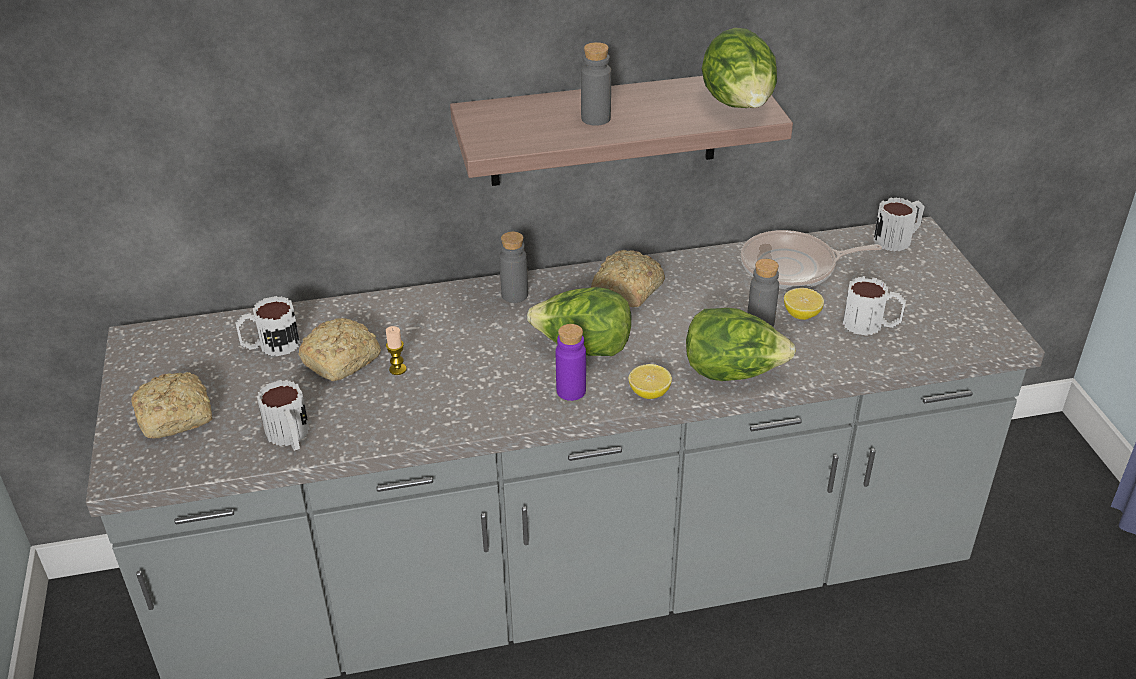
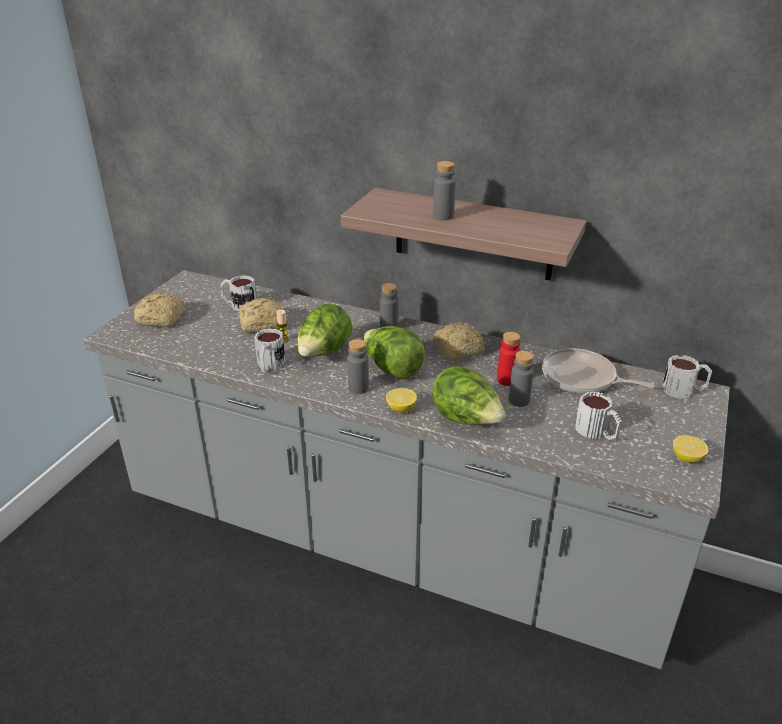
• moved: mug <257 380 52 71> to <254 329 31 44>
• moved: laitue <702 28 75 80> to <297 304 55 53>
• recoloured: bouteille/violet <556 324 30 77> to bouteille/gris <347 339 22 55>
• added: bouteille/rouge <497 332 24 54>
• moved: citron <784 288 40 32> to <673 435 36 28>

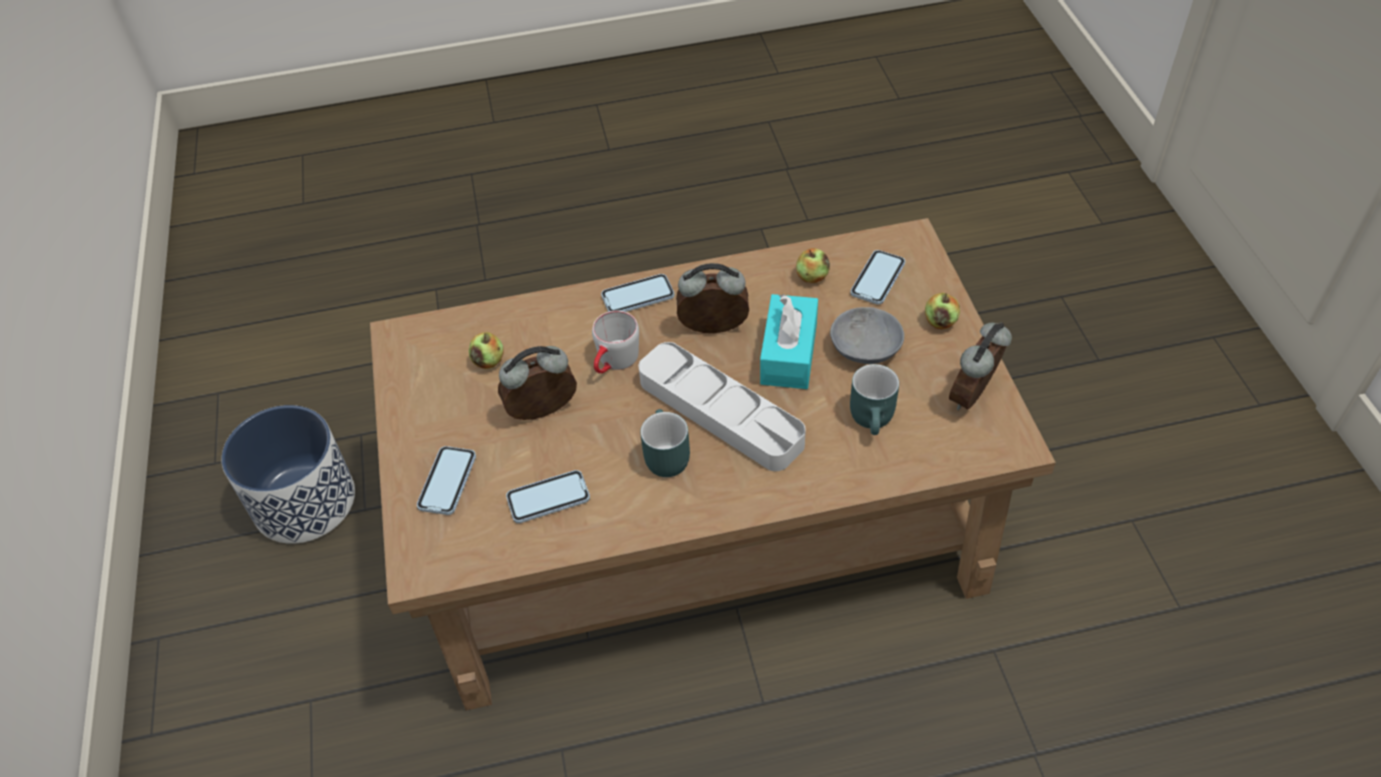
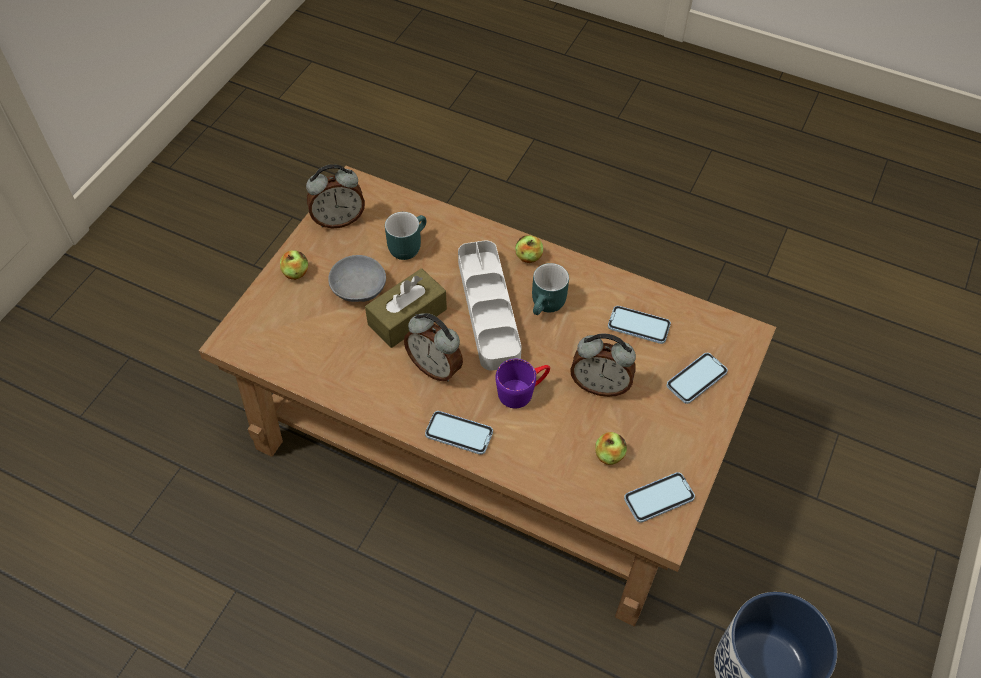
• recoloured: boîte à mouchoirs/turquoise <760 294 58 95> to boîte à mouchoirs/marron <365 268 82 80>
• recoloured: mug/gris <592 311 47 63> to mug/violet <495 359 55 49>
• moved: pomme <796 248 34 35> to <515 235 28 28>
• moved: téléphone <850 250 55 54> to <624 472 71 51>

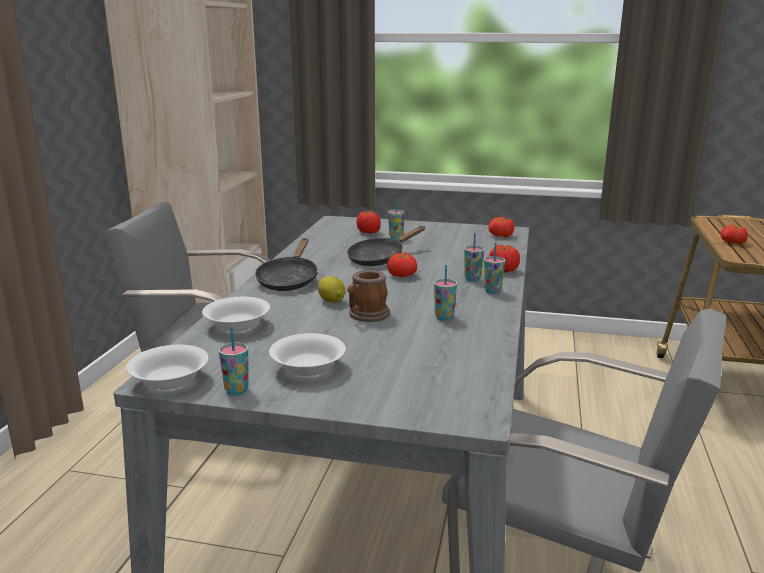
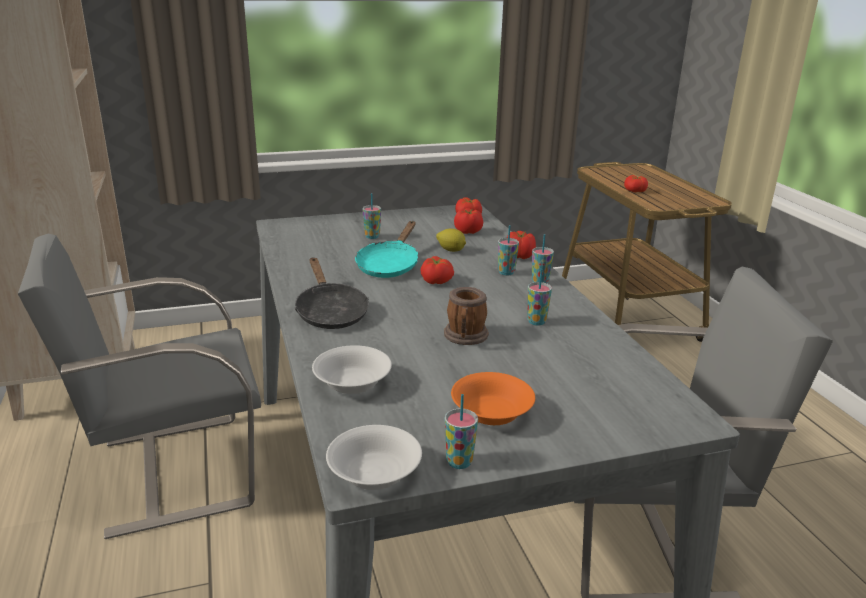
• recoloured: poêle/noir <347 226 78 40> to poêle/turquoise <355 221 63 57>
• moved: citron <318 276 27 27> to <436 229 30 23>
• recoloured: bol/blanc <269 333 77 44> to bol/orange <451 372 84 53>
• moved: tomate <356 211 25 23> to <454 208 29 26>

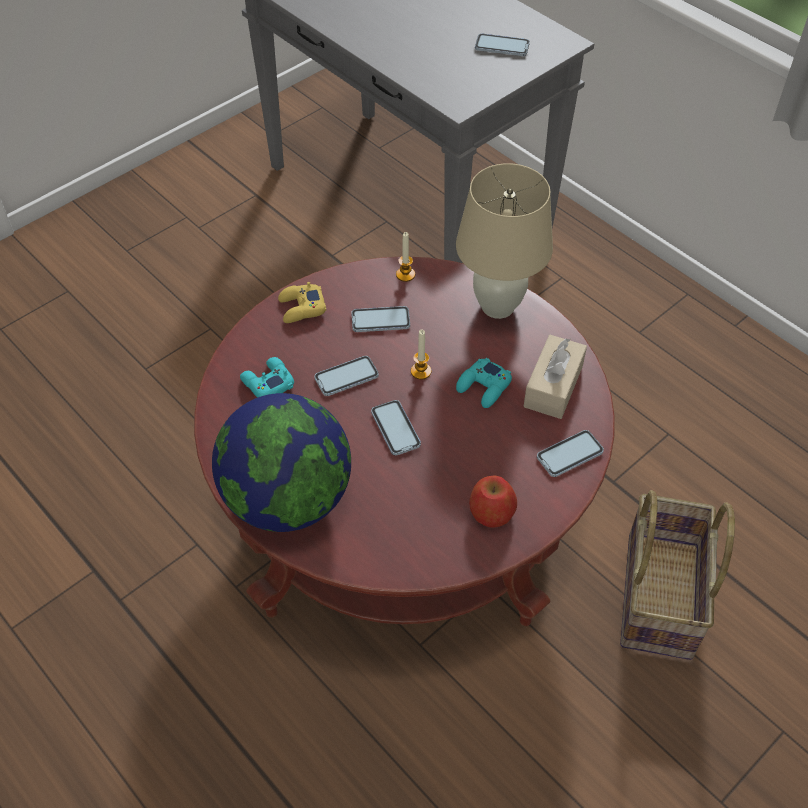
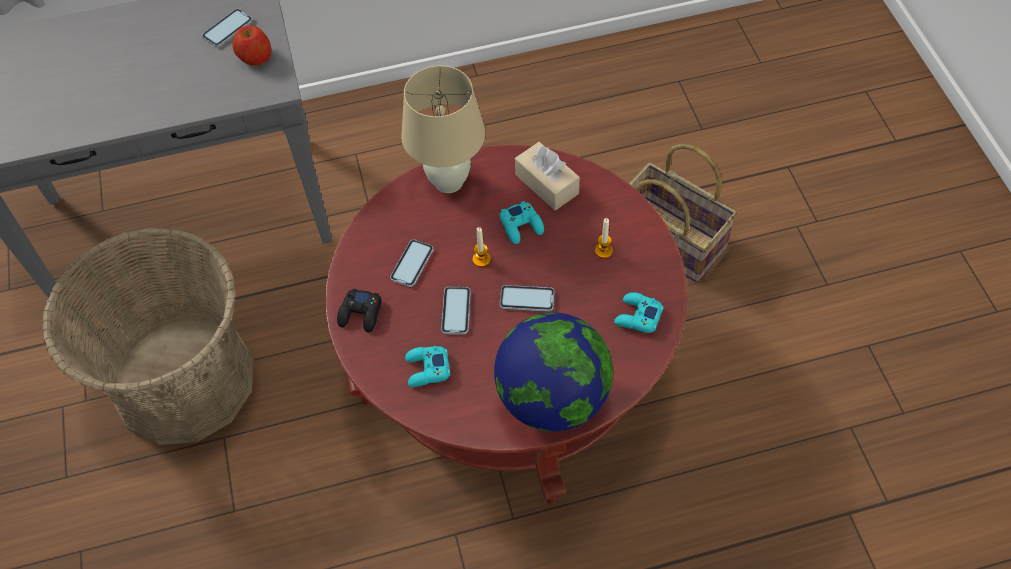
• added: panier <42 227 212 218>
• moved: pomme <469 475 48 53> to <232 25 40 41>
• recoloured: manette/jaune <278 282 48 41> to manette/noir <337 288 44 45>
• moved: bougie <396 232 19 50> to <595 218 18 40>
• added: manette/turquoise <614 292 50 41>
• removed: téléphone <537 430 67 47>

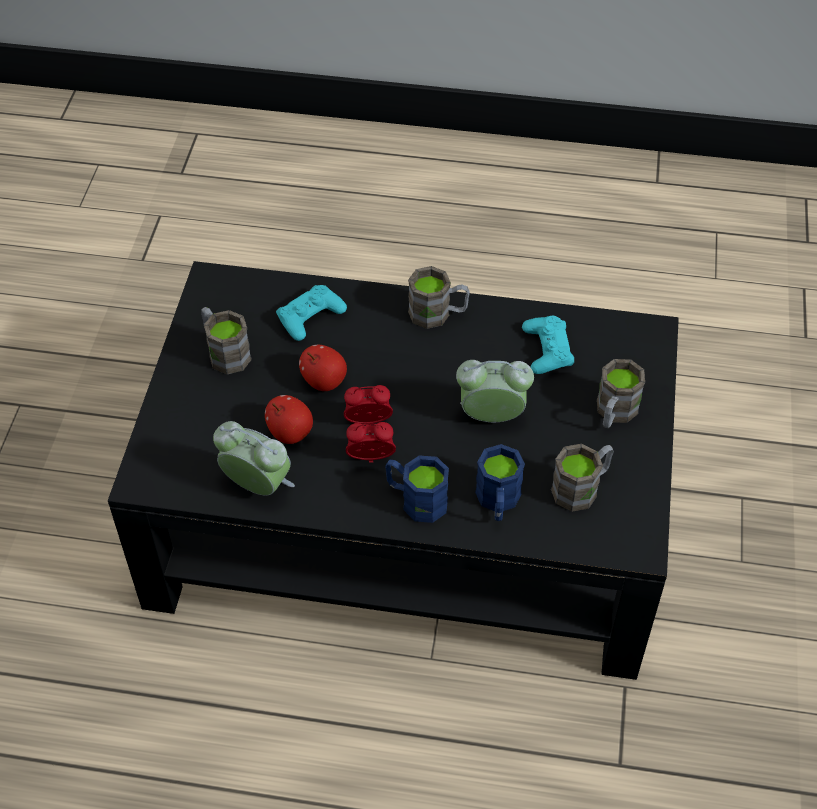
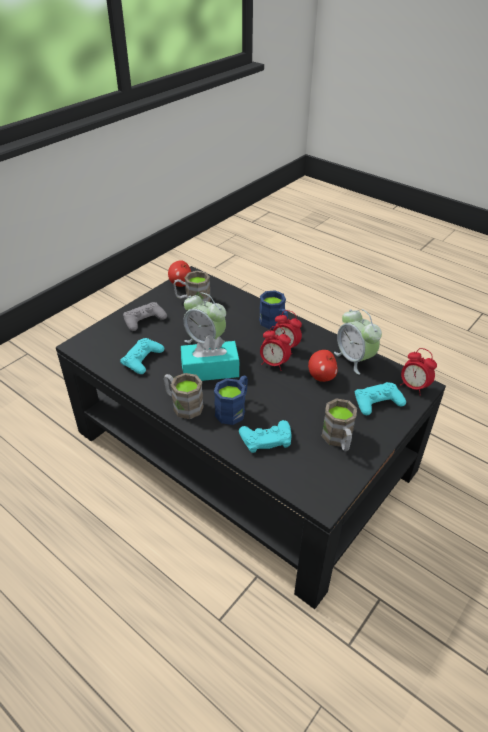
• replaced: mug/marron <597 359 48 69> to manette/gris <123 302 44 29>
• moved: pomme <299 345 48 46> to <168 260 23 27>
• added: boîte à mouchoirs/turquoise <181 335 59 46>
• moved: mug/bleu <475 444 50 77> to <214 376 34 49>
• added: manette/turquoise <355 382 51 33>
• added: réveil <400 348 37 48>

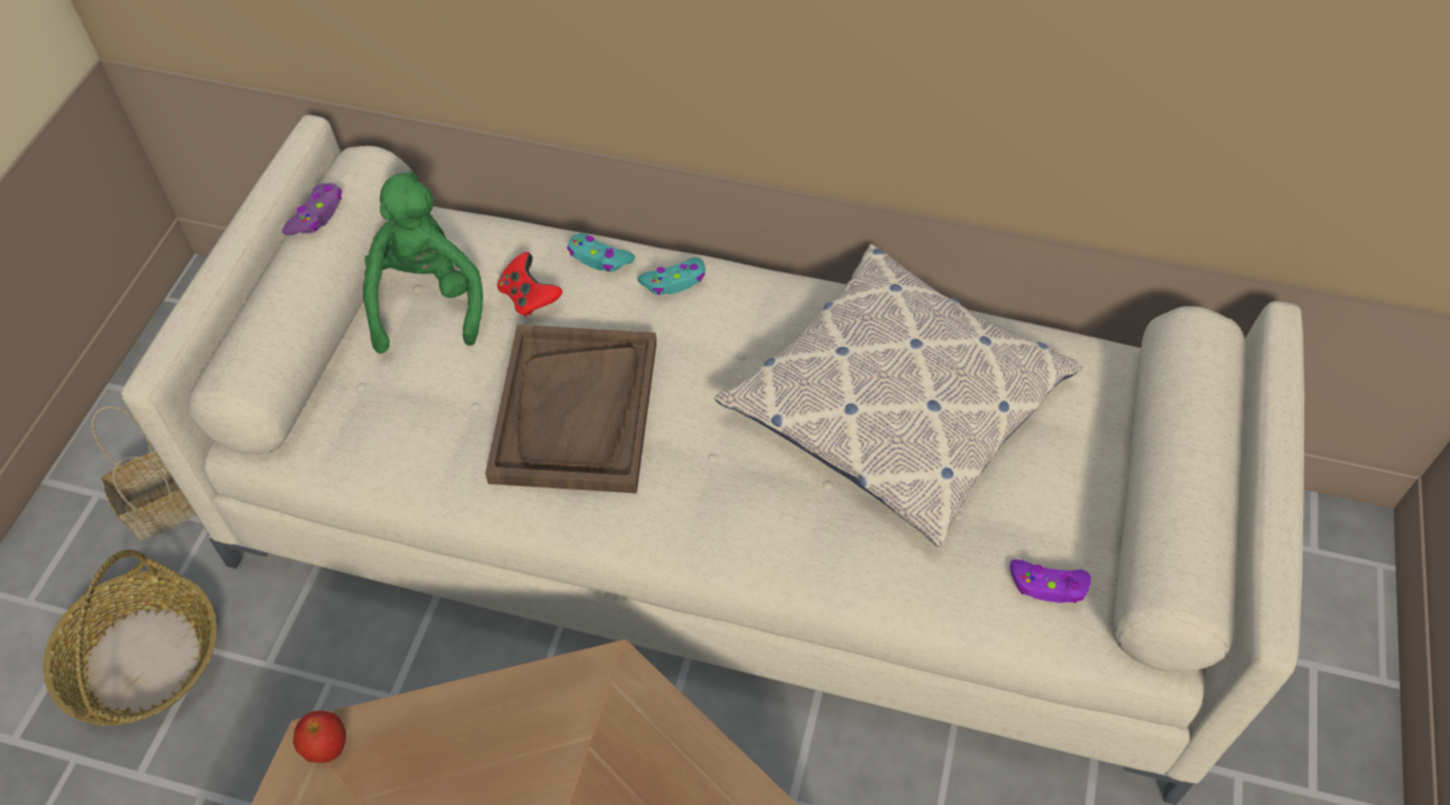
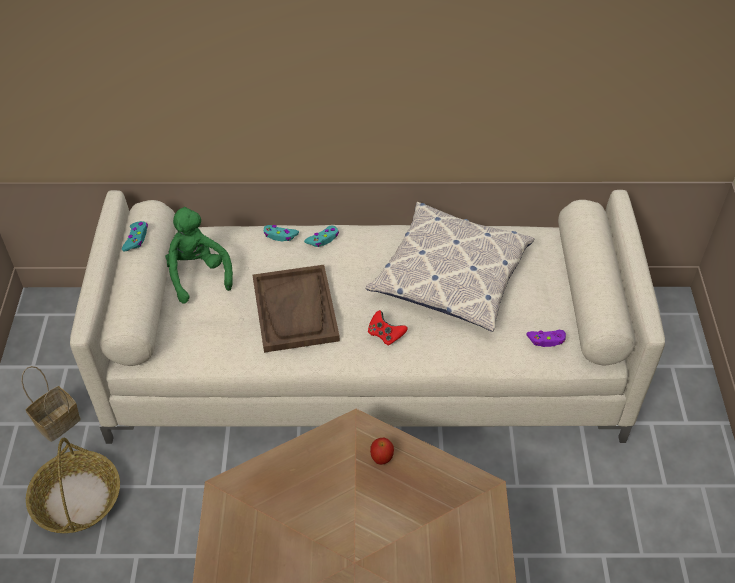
• recoloured: manette/violet <282 183 60 52> to manette/turquoise <122 221 26 30>
• moved: manette/rouge <497 252 66 65> to <368 310 40 36>
• moved: pomme <293 710 53 53> to <370 438 24 27>

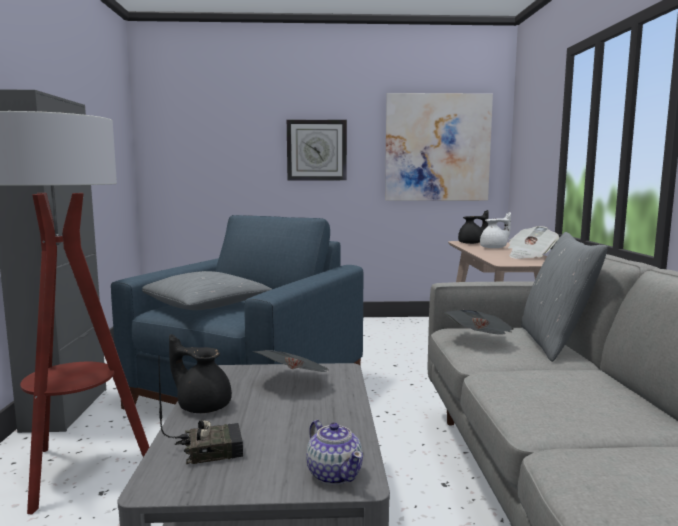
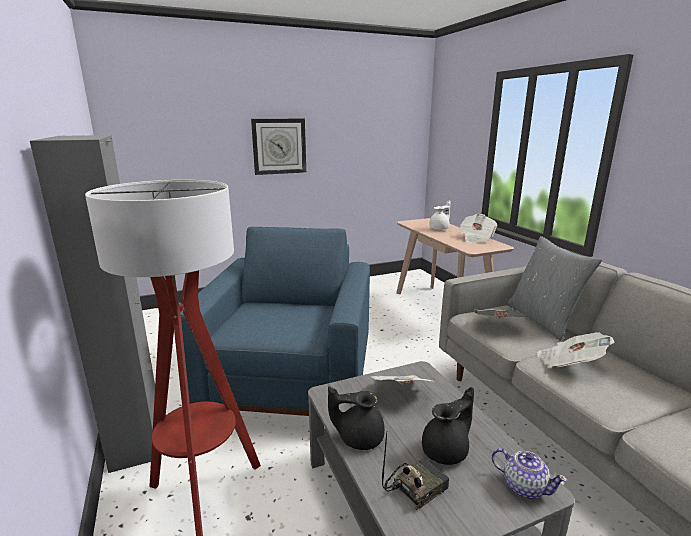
• moved: théière/noir <458 210 31 34> to <422 387 52 78>
• added: journal <537 332 77 36>
• removed: coussin/gris <142 271 130 39>
• removed: tableau <385 93 108 108>

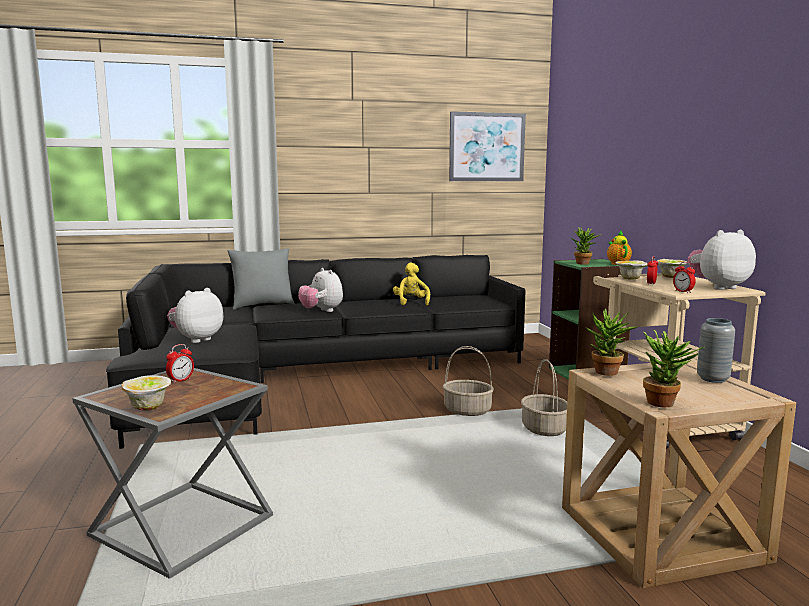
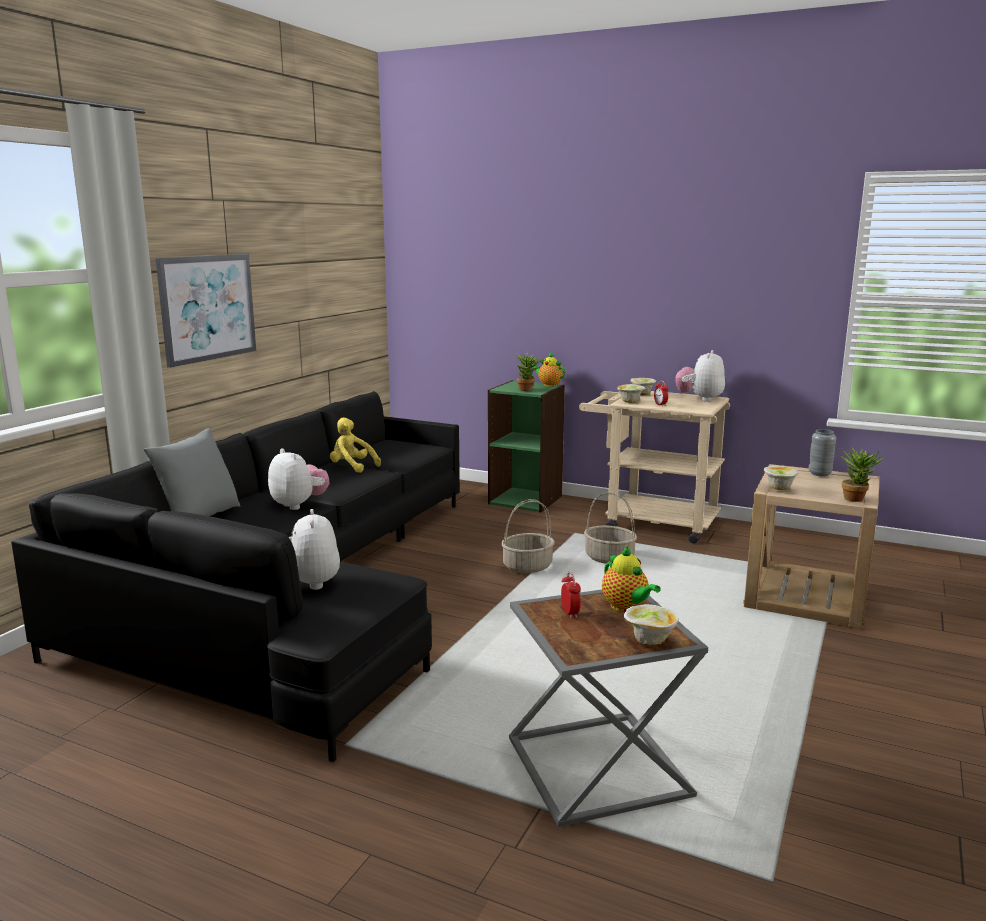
• moved: tableau <449 111 77 70> to <155 254 101 114>
• turned: peluche <298 268 45 44> = <268 448 61 62> 135 degrees counterclockwise
• added: théière <602 546 59 66>
• replaced: plante en pot <586 308 52 68> to bol <764 466 34 24>
• removed: réveil <673 262 23 31>

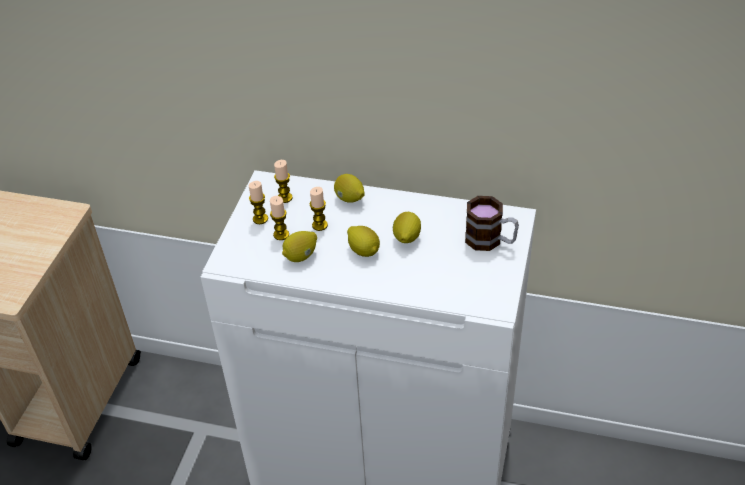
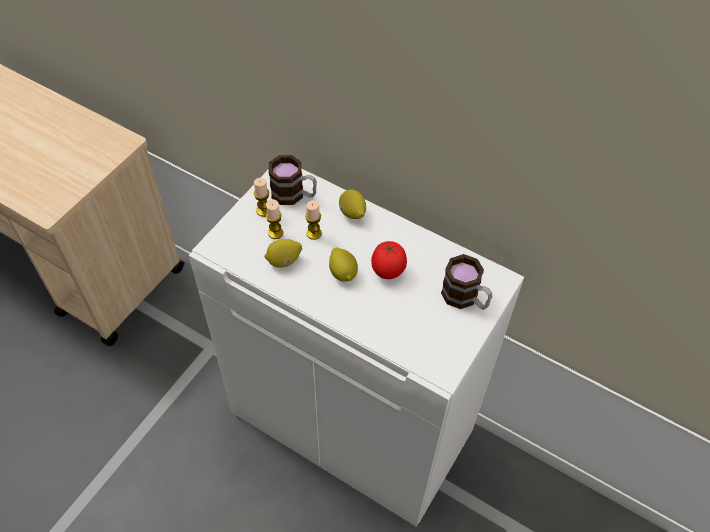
• replaced: bougie <274 160 19 43> to mug <268 155 49 50>
• replaced: citron <393 212 28 31> to tomate <371 241 36 38>

